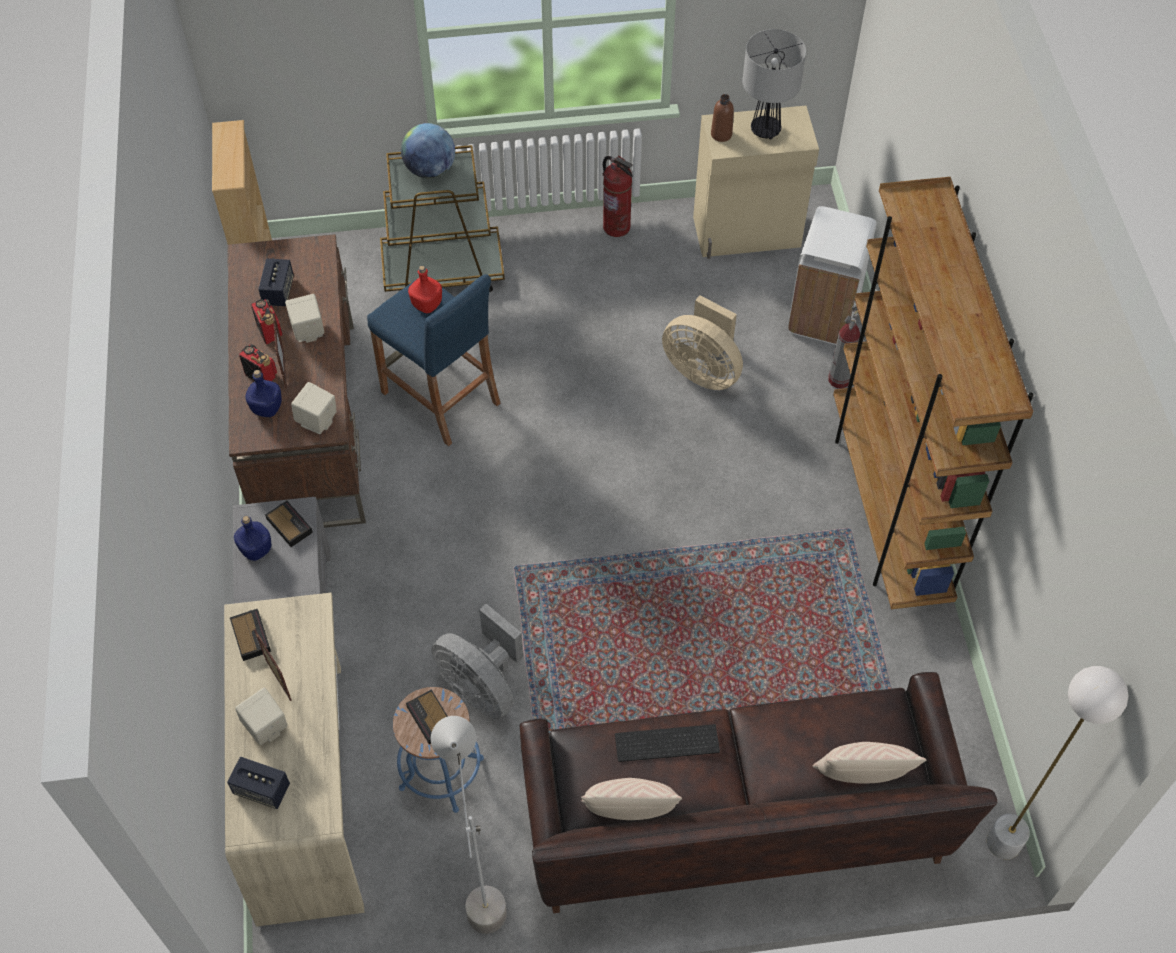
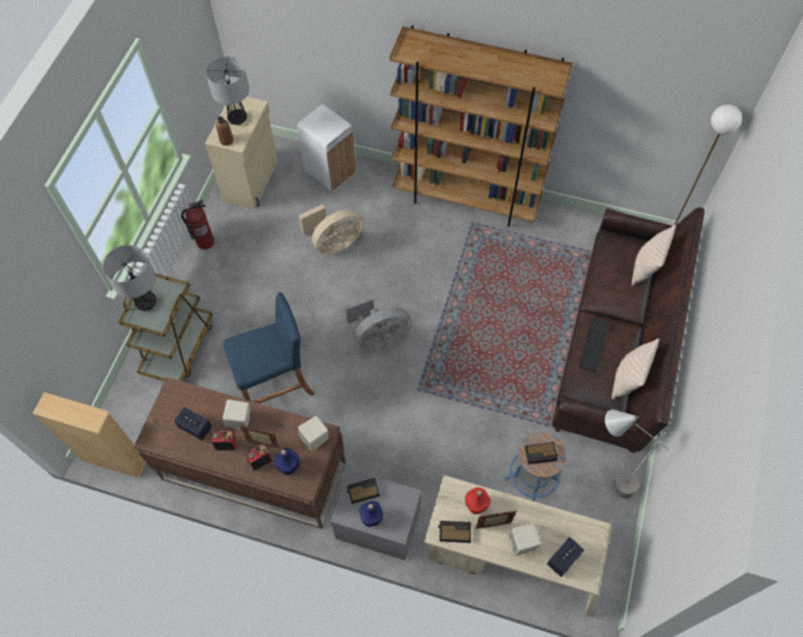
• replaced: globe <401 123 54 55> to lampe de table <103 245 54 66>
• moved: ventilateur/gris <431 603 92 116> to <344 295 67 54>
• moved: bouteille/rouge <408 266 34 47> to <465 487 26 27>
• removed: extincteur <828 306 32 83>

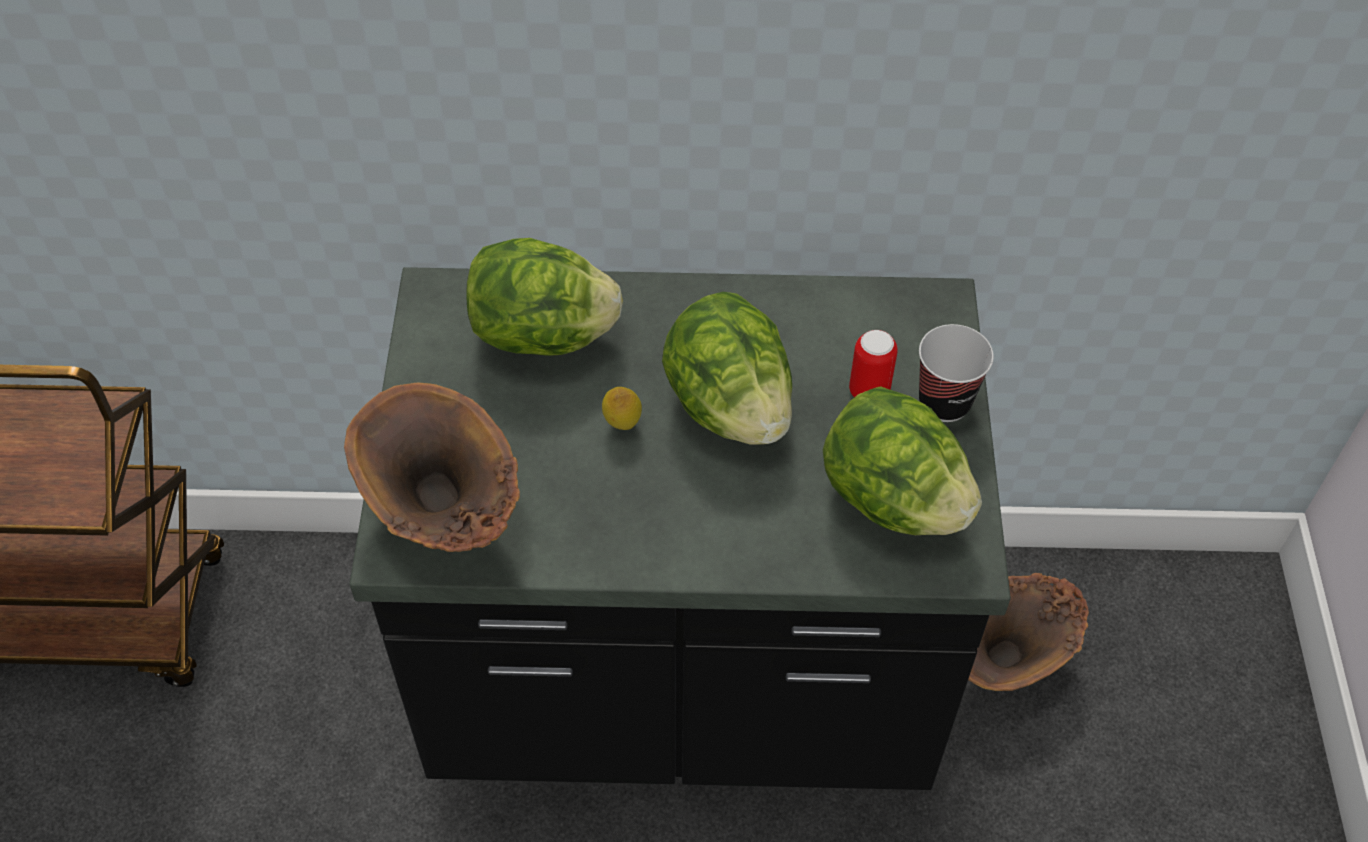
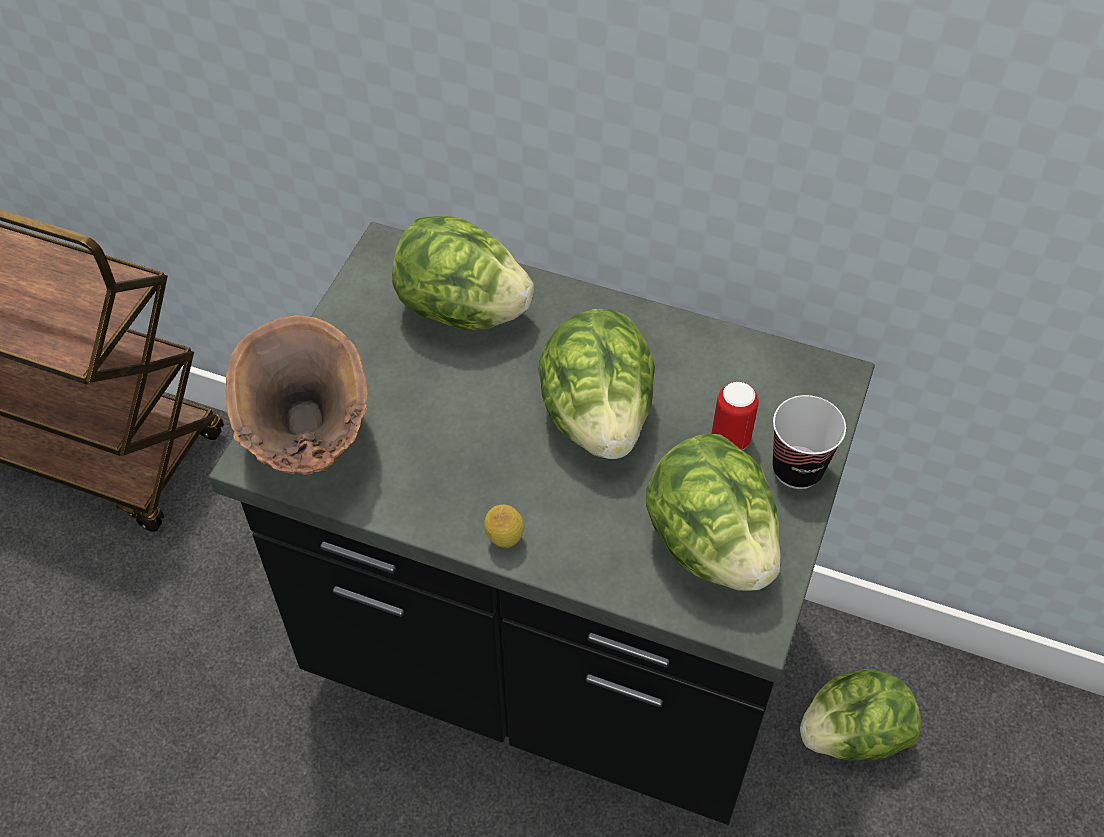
• moved: citron <602 387 40 43> to <484 505 40 43>
• replaced: vase/marron <968 573 121 118> to laitue <800 669 122 91>

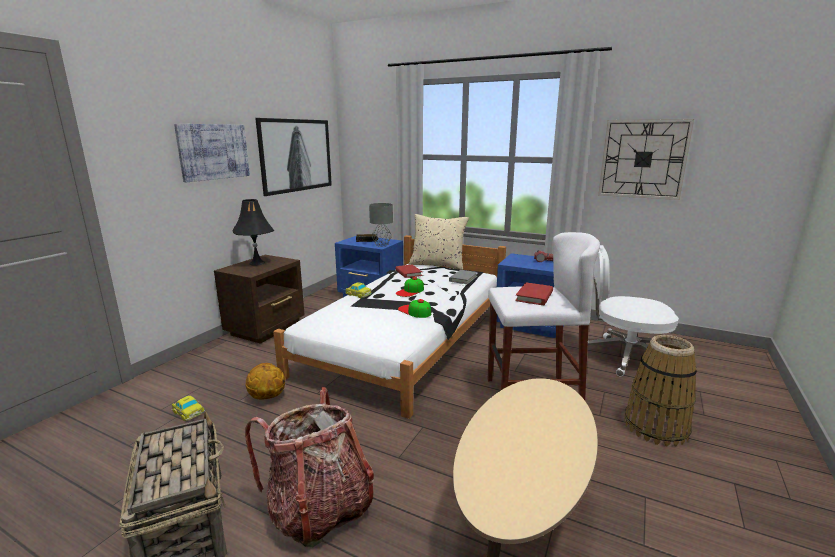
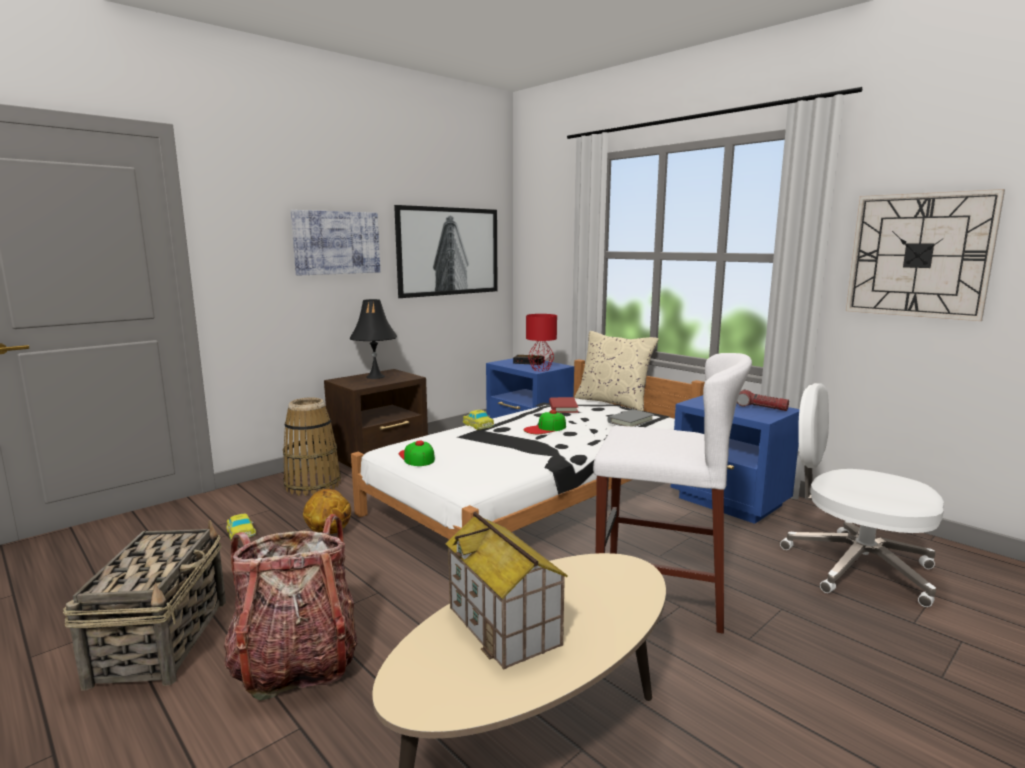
• moved: panier <624 335 73 111> to <283 397 58 99>
• moved: casquette <398 299 33 19> to <399 440 36 26>
• added: maison miniature <445 512 123 158>
• recoloured: lampe de table/gris <369 203 24 44> to lampe de table/rouge <526 314 31 57>
• removed: livre/rouge <515 282 38 23>

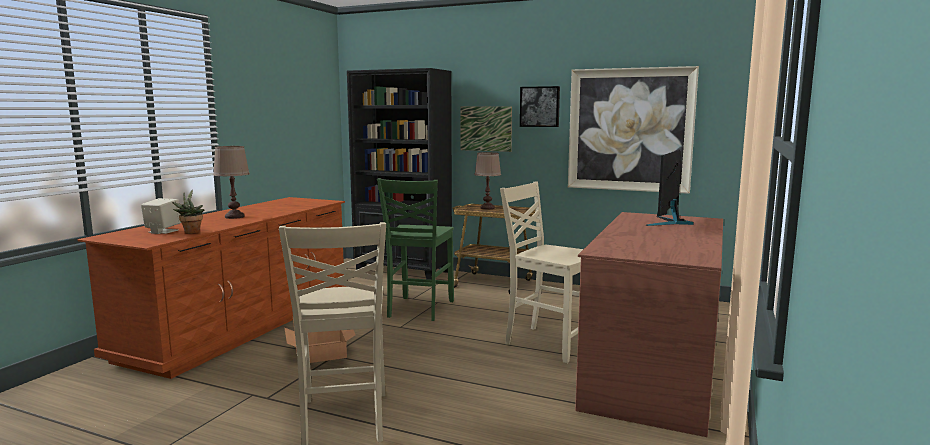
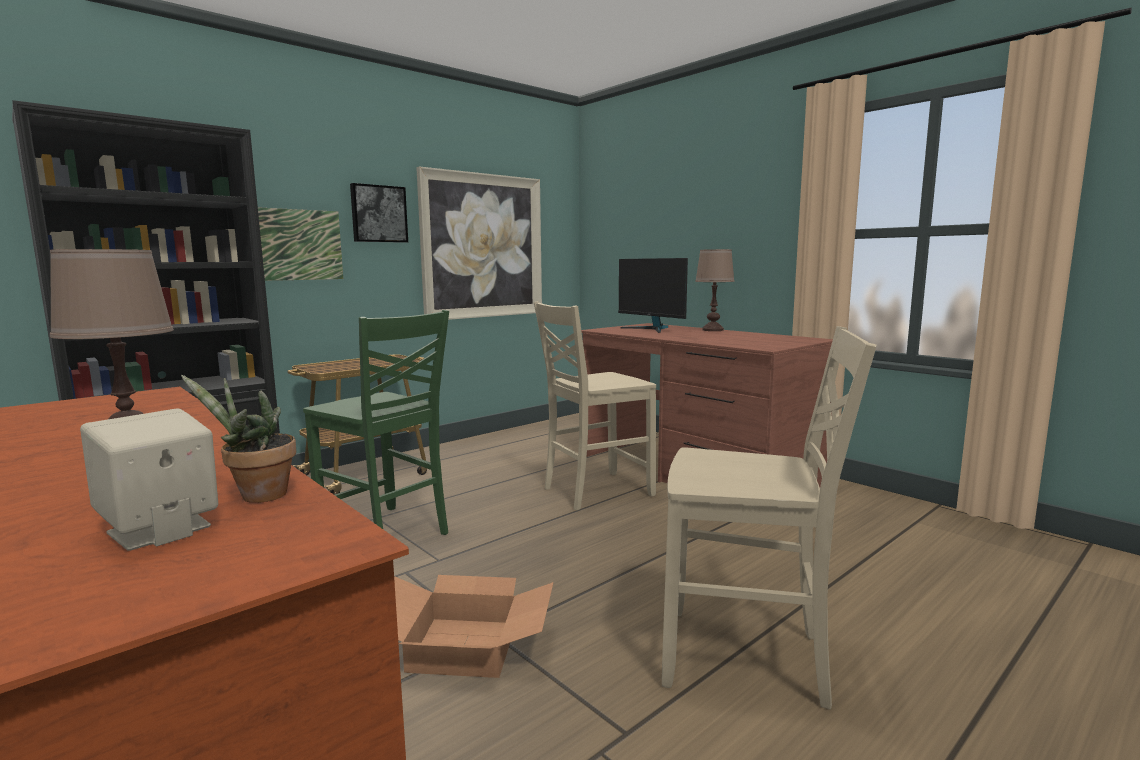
• moved: lampe de table/marron <474 152 27 57> to <695 249 40 82>

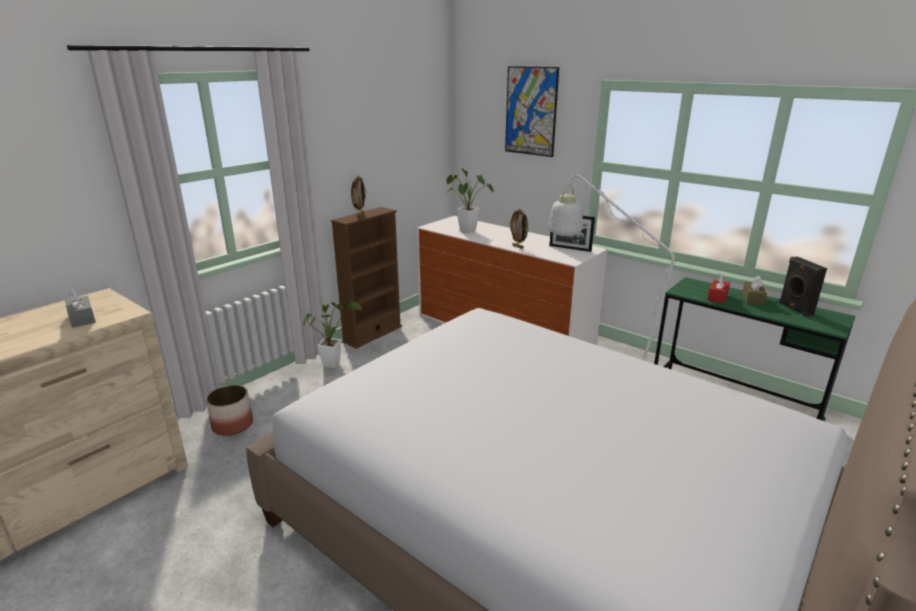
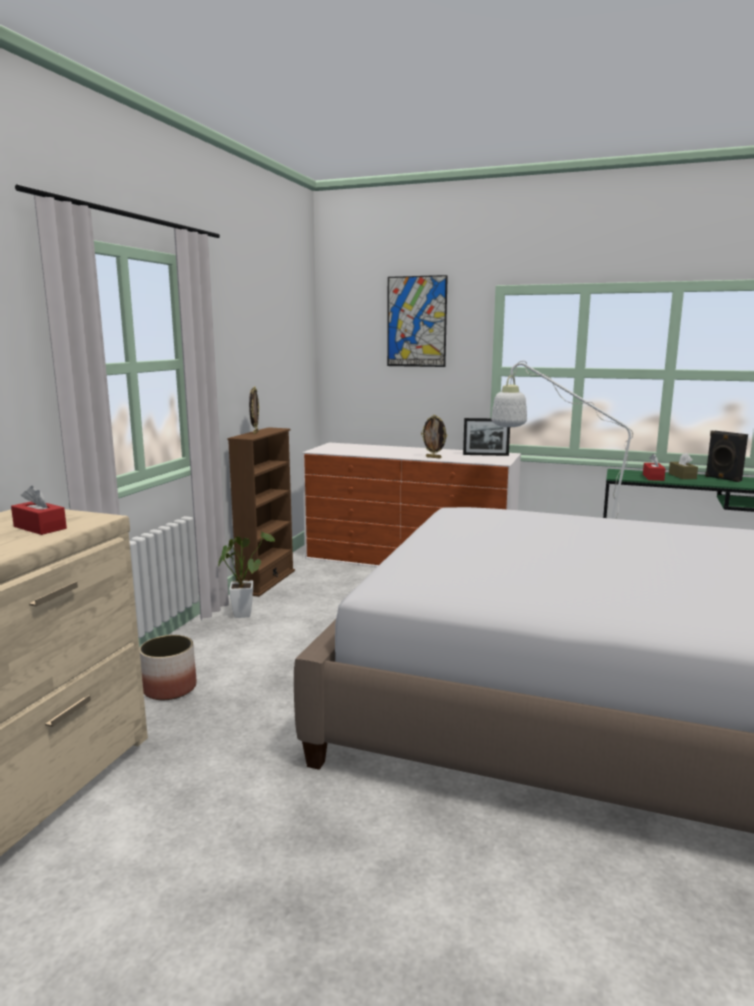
• recoloured: boîte à mouchoirs/gris <65 289 31 39> to boîte à mouchoirs/rouge <11 486 56 49>
• removed: plante en pot <445 168 48 65>

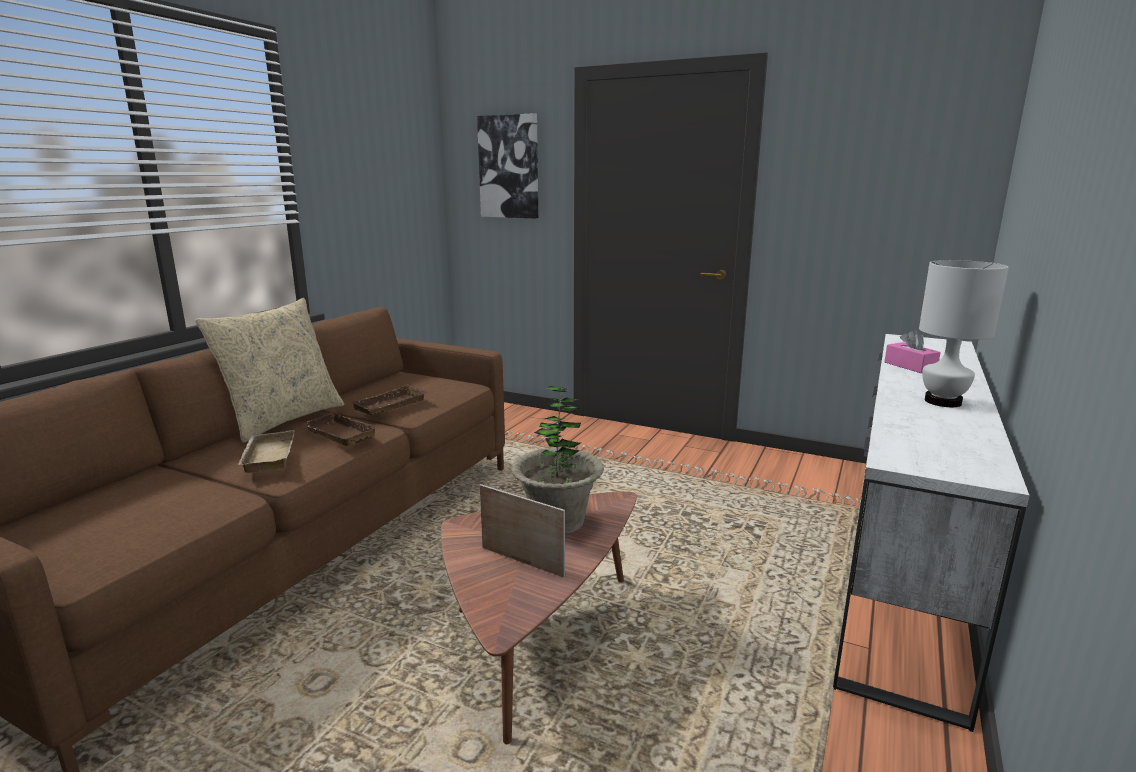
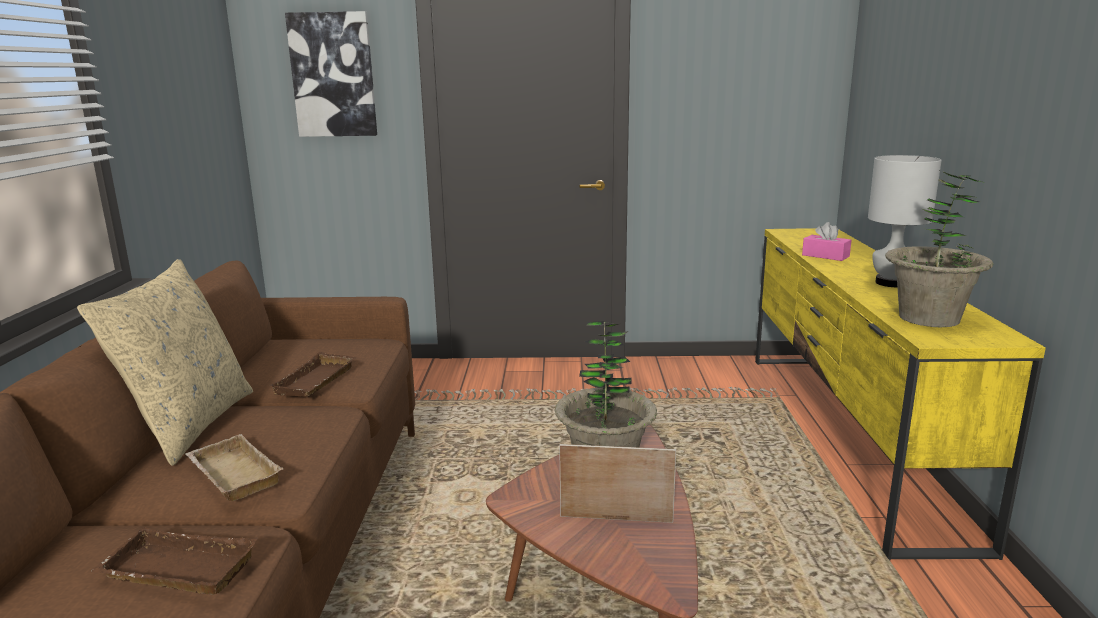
• moved: plateau/marron <301 412 78 34> to <91 527 167 68>
• recoloured: meuble télé/blanc <833 334 196 398> to meuble télé/jaune <755 228 291 332>
• added: plante en pot <885 170 109 157>

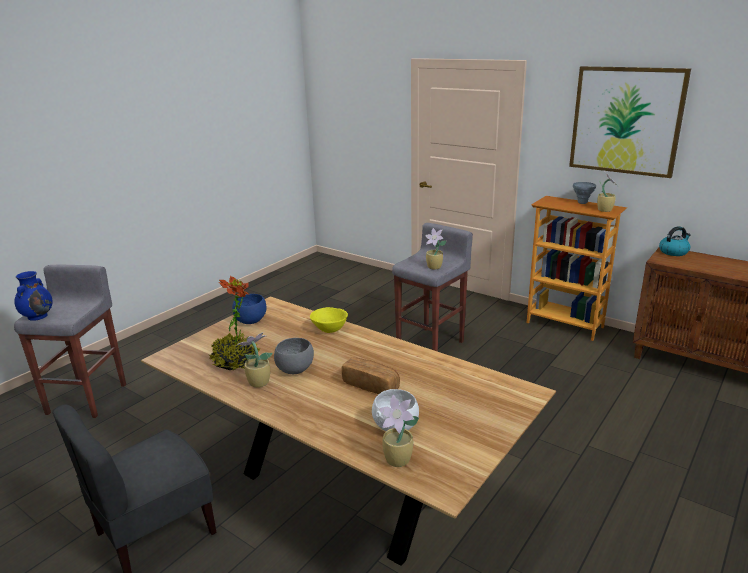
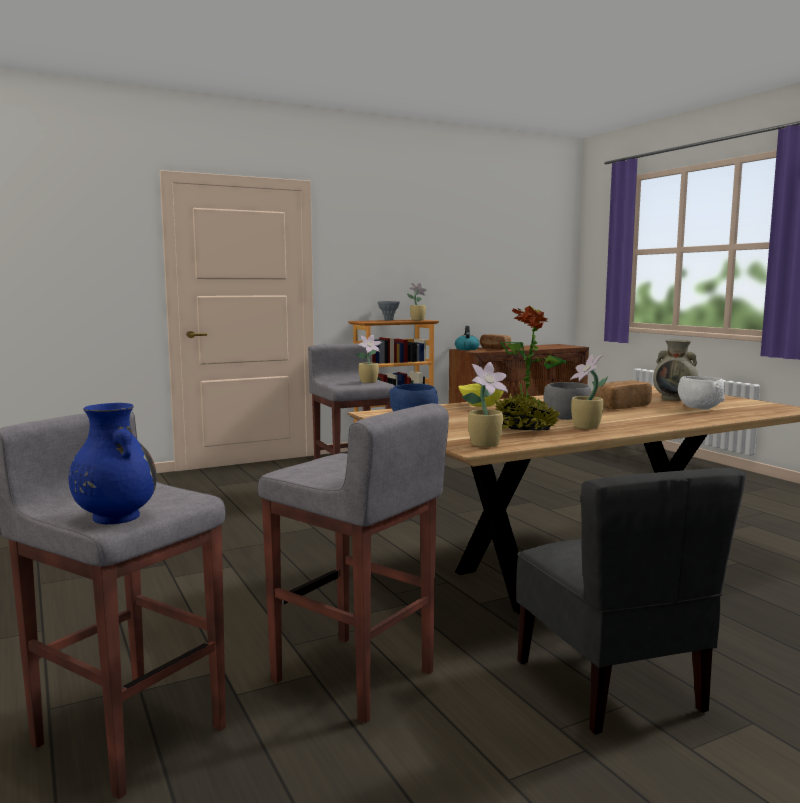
• added: tabouret/gris <257 403 192 320>
• moved: plante en pot <379 394 40 73> to <462 362 46 85>
• added: pain <480 334 31 16>
• added: vase/beige <653 340 45 61>
• removed: tableau <569 66 122 112>

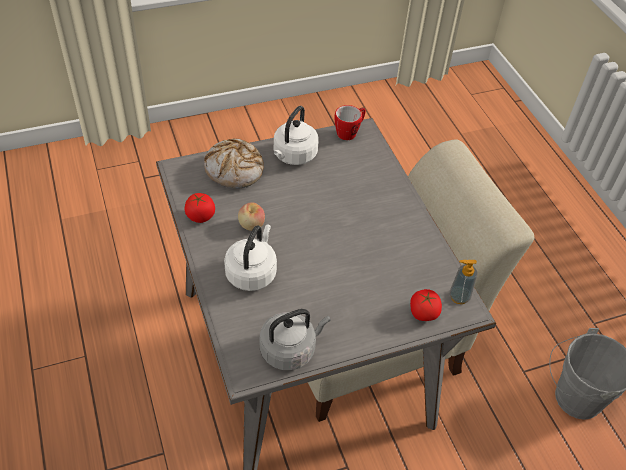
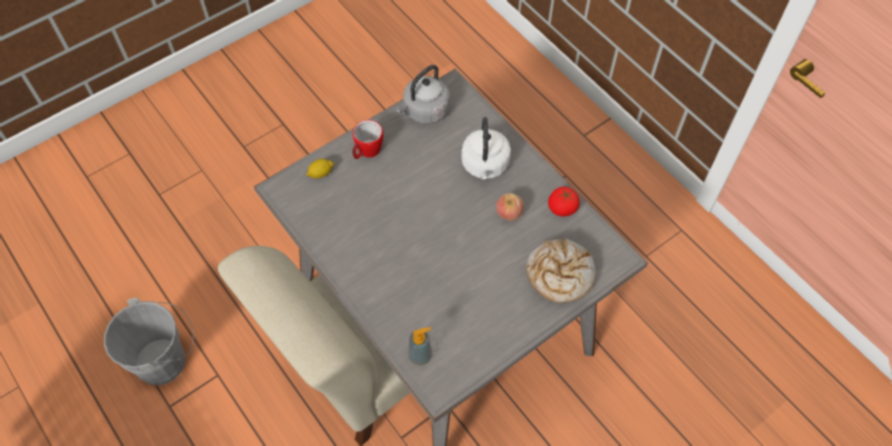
• replaced: tomate <410 289 32 32> to citron <306 159 28 19>
• moved: mug <334 105 32 35> to <352 120 31 39>
• moved: distributeur de savon <449 260 28 44> to <408 327 24 38>
• removed: bouilloire/blanc <274 106 45 59>

